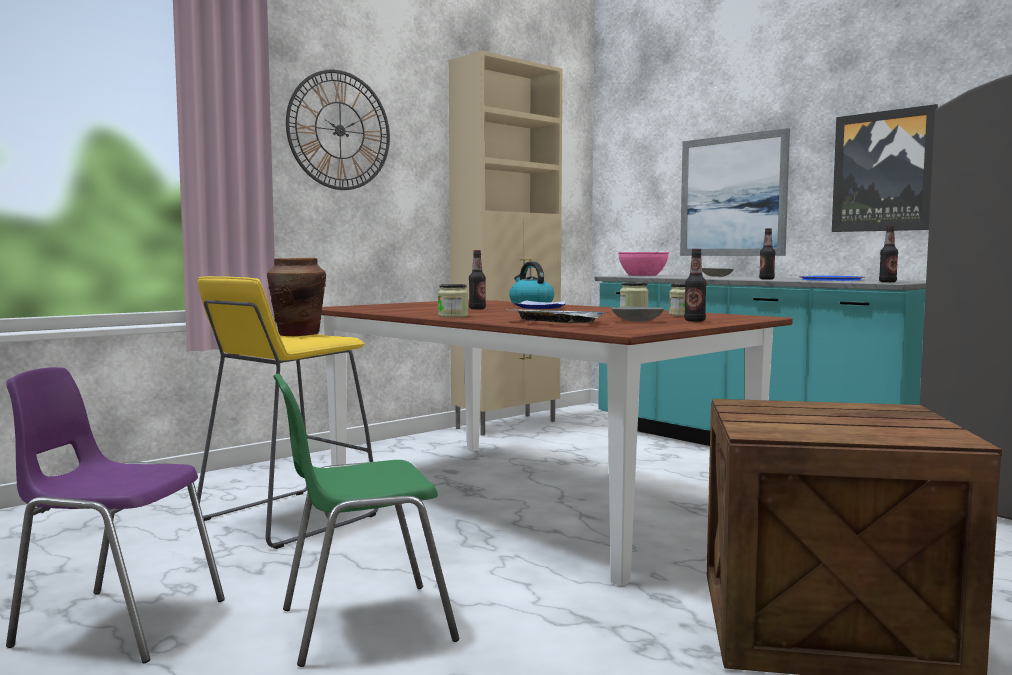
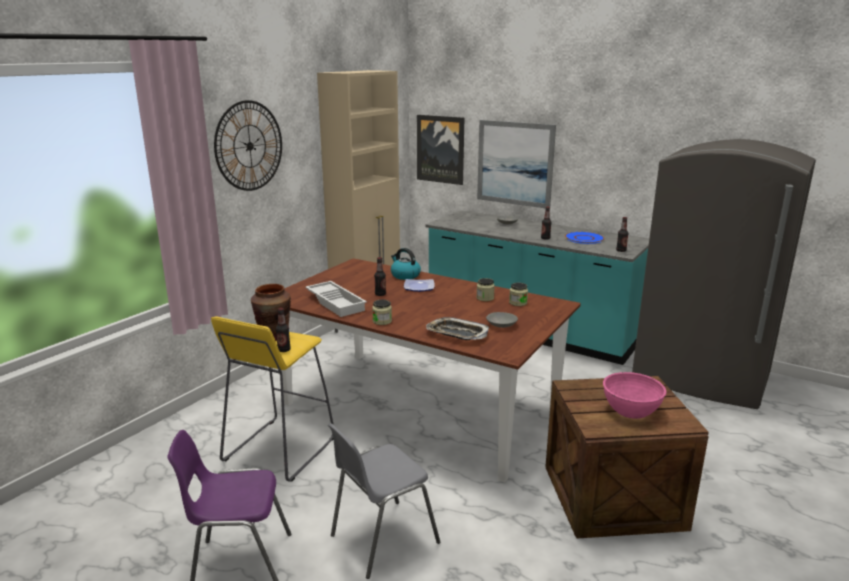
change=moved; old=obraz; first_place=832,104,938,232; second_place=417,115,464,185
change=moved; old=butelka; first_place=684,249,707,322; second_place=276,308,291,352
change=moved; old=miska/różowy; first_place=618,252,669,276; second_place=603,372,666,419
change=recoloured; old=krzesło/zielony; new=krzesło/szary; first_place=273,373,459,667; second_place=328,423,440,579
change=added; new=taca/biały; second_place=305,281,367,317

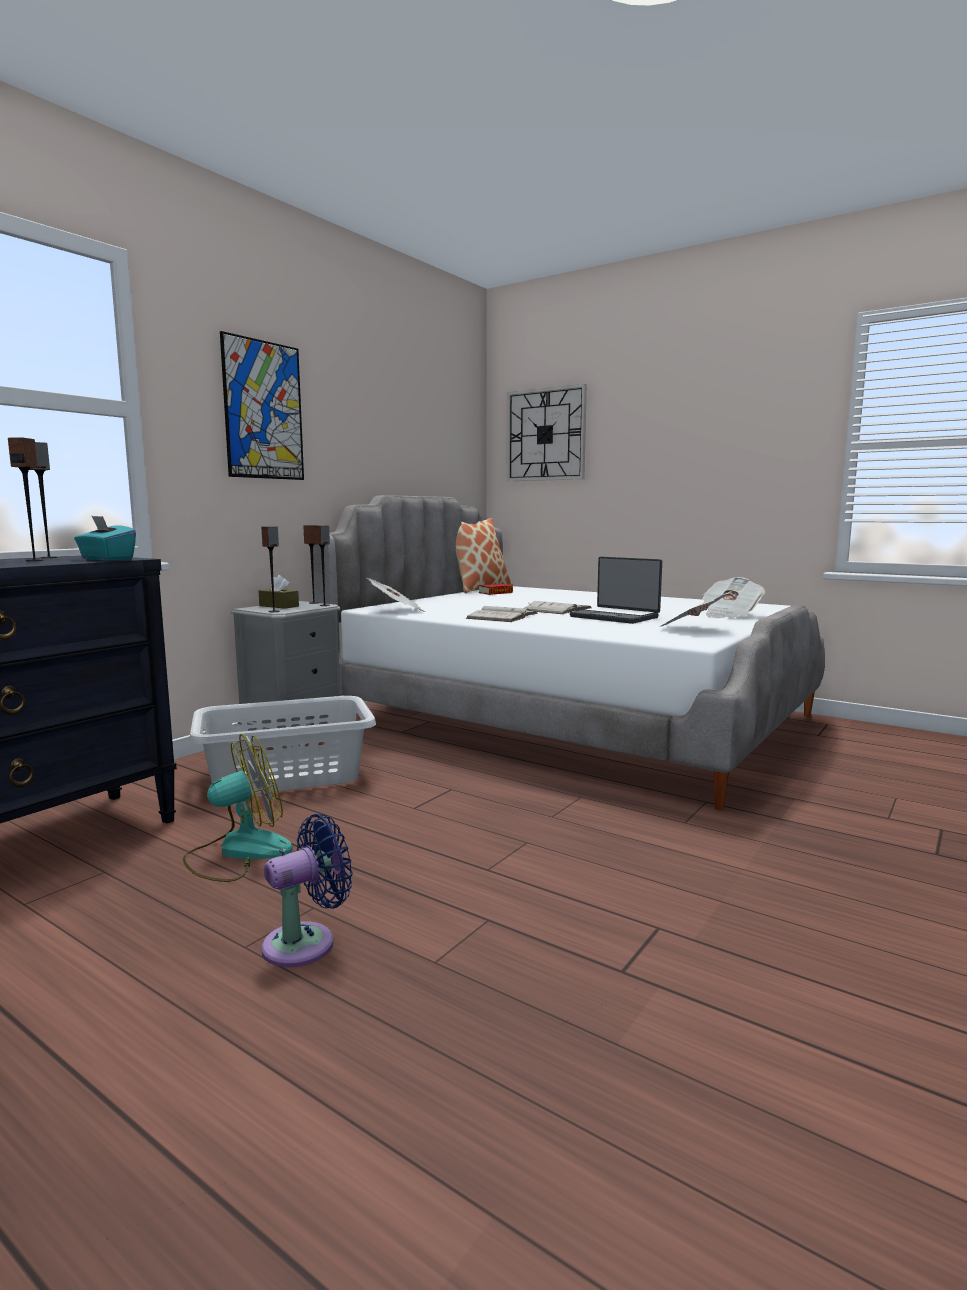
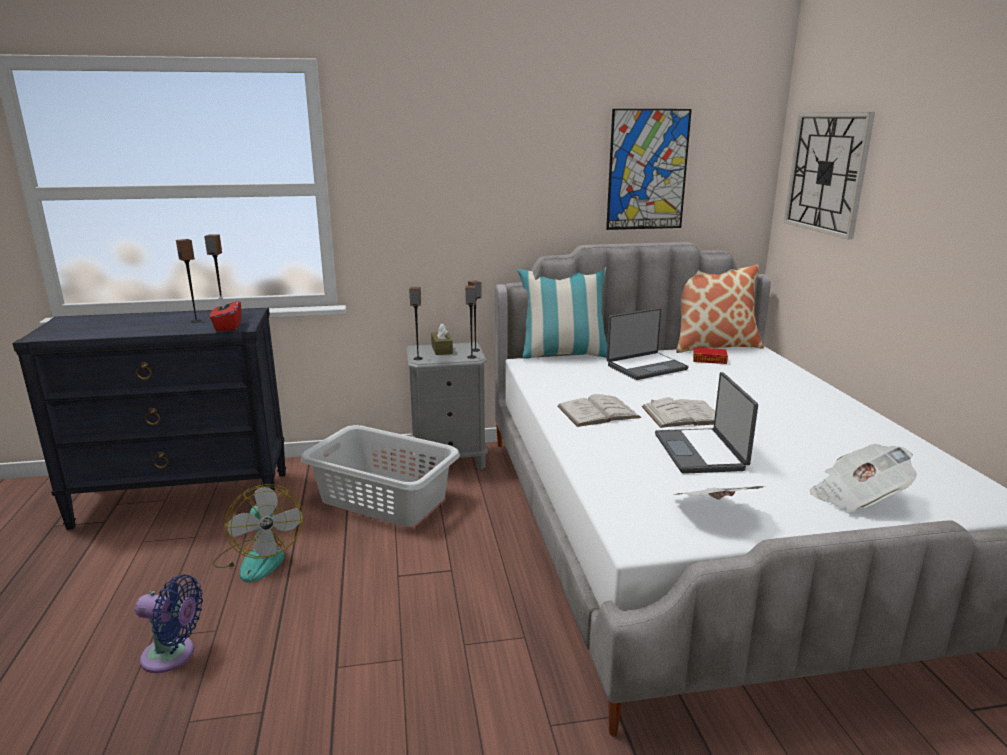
change=moved; old=obraz; first_place=220,331,304,480; second_place=606,109,692,230
change=recoloured; old=pudełko chusteczek/turkusowy; new=pudełko chusteczek/czerwony; first_place=74,516,136,561; second_place=210,295,241,331
change=removed; old=gazeta; first_place=365,577,426,612
change=turned; old=wentylator; first_place=183,734,293,882; second_place=212,484,304,582; degrees=45
change=added; new=poduszka; second_place=517,267,607,359
change=added; new=laptop; second_place=606,308,689,380

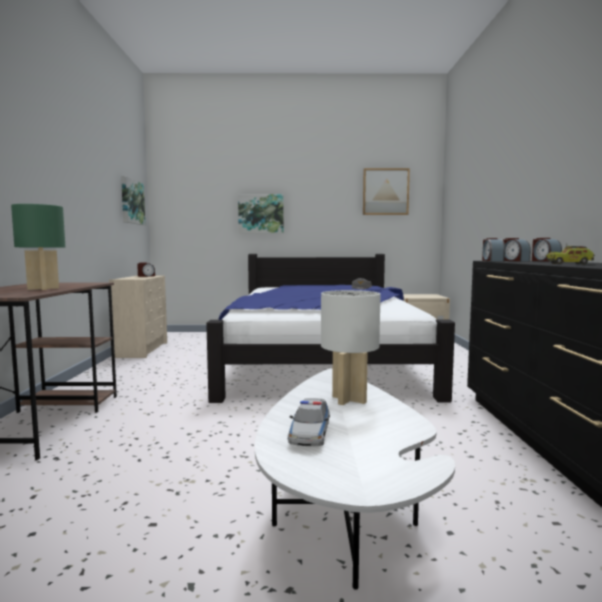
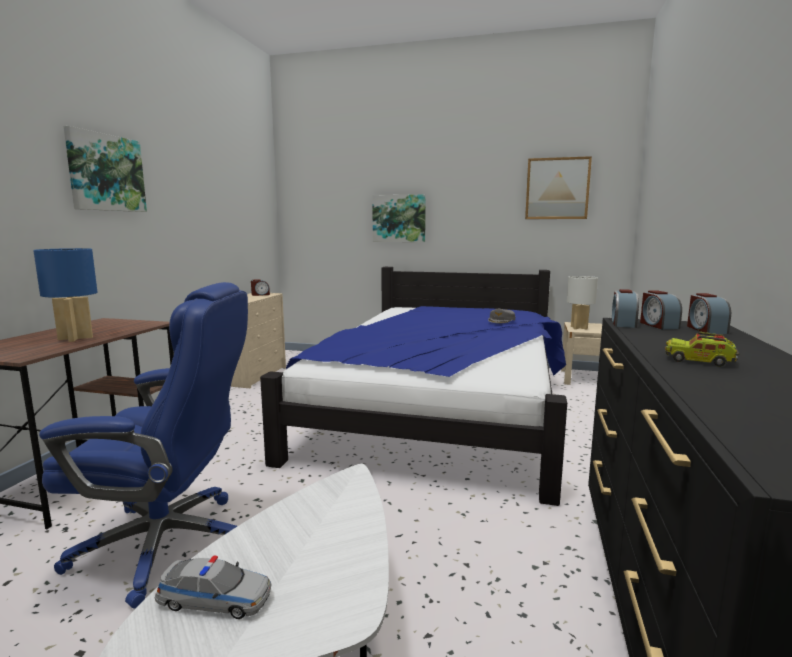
change=moved; old=obraz; first_place=121,176,145,225; second_place=64,126,147,212
change=recoloured; old=lampa stołowa/zielony; new=lampa stołowa/niebieski; first_place=11,204,65,290; second_place=33,248,97,342
change=moved; old=lampa stołowa/biały; first_place=321,290,381,405; second_place=567,276,598,330
change=turned; old=samochodzik; first_place=288,398,330,446; second_place=155,555,272,619; degrees=-105
change=added; new=krzesło biurowe/niebieski; second_place=39,282,248,609

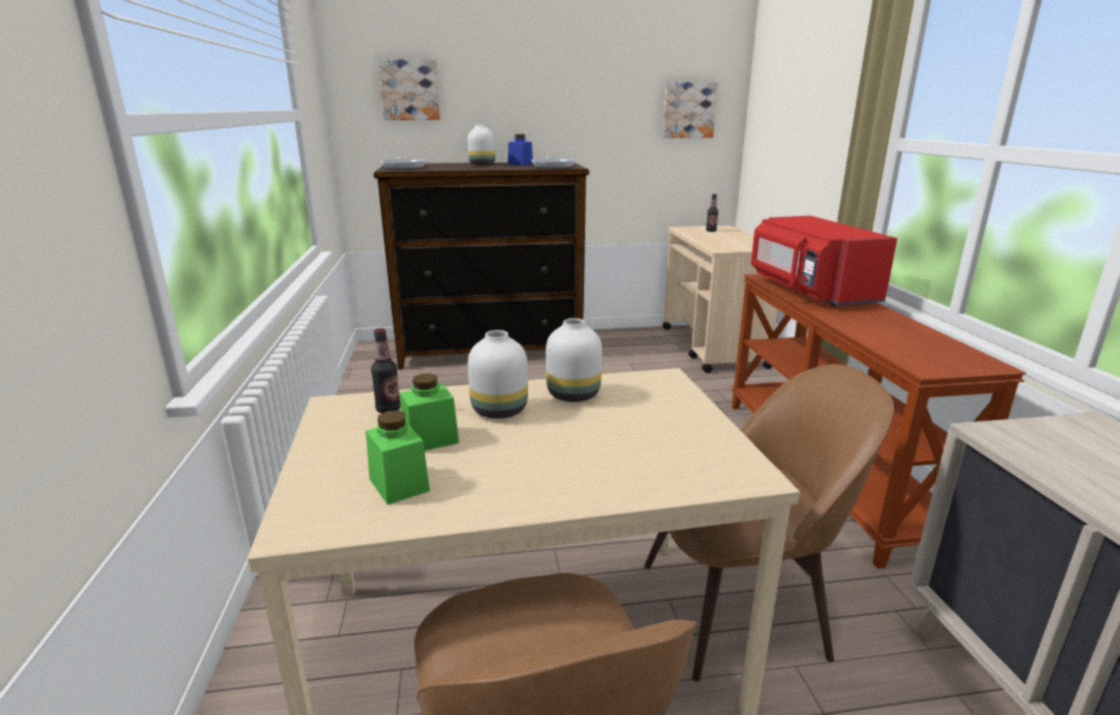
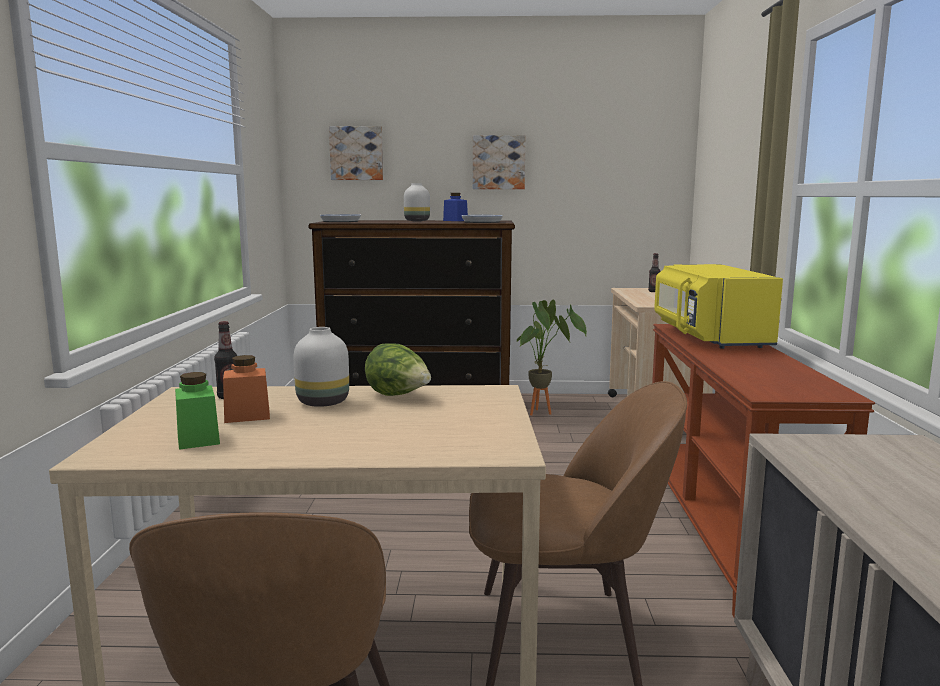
change=moved; old=obraz; first_place=663,82,718,138; second_place=473,135,526,189
change=recoloured; old=mikrofalówka/czerwony; new=mikrofalówka/żółty; first_place=751,216,897,306; second_place=654,264,783,349
change=replaced; old=wazon/biały; new=sałata; first_place=546,318,602,402; second_place=365,343,431,396
change=recoloured; old=słoik/zielony; new=słoik/pomarańczowy; first_place=400,373,459,451; second_place=223,355,270,423
change=added; new=roślina doniczkowa; second_place=517,300,587,415

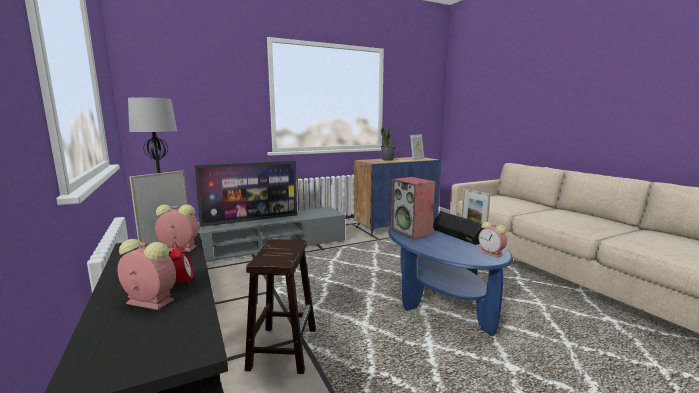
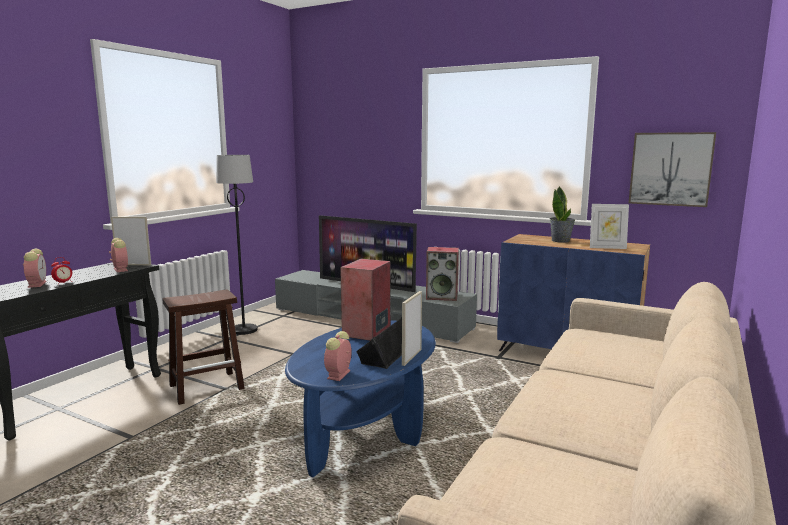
change=added; new=obraz; second_place=629,132,716,207
change=added; new=głośnik; second_place=426,247,459,301

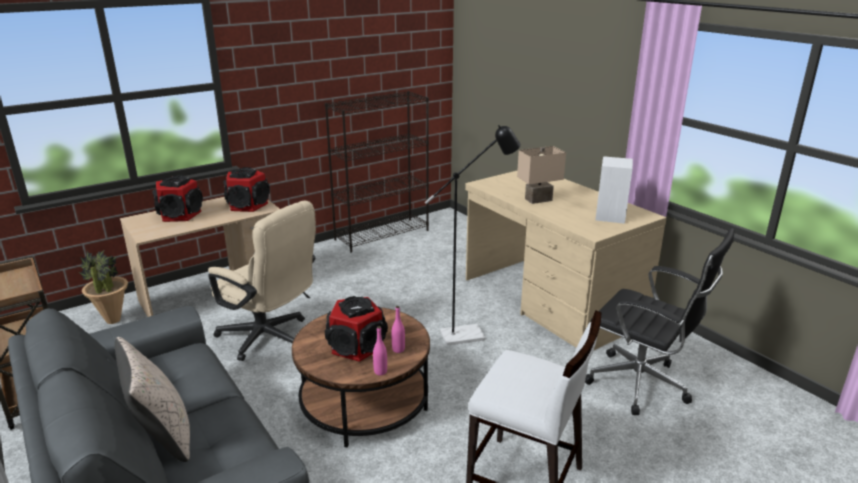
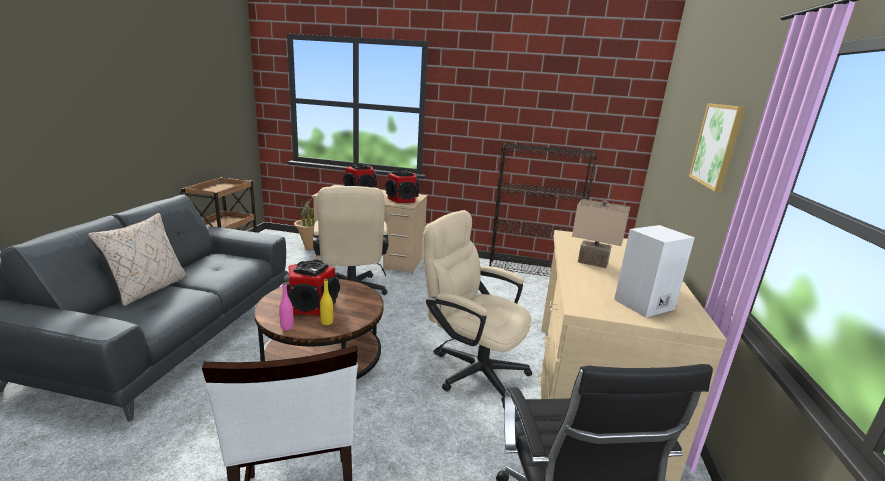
change=replaced; old=lampa stojąca/czarny; new=krzesło biurowe/beżowy; first_place=425,125,521,346; second_place=422,210,532,403
change=recoloured; old=butelka/różowy; new=butelka/żółty; first_place=392,306,405,353; second_place=320,279,333,325
change=added; new=obraz; second_place=689,103,746,192

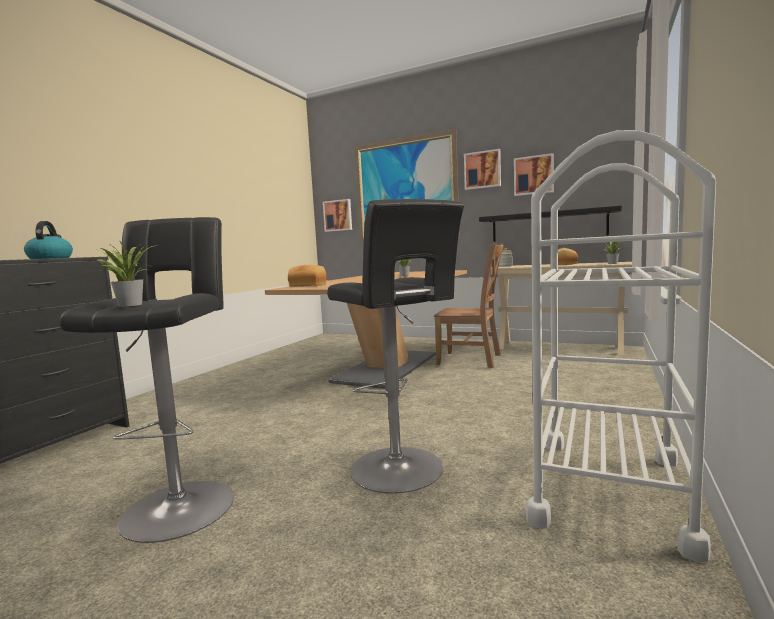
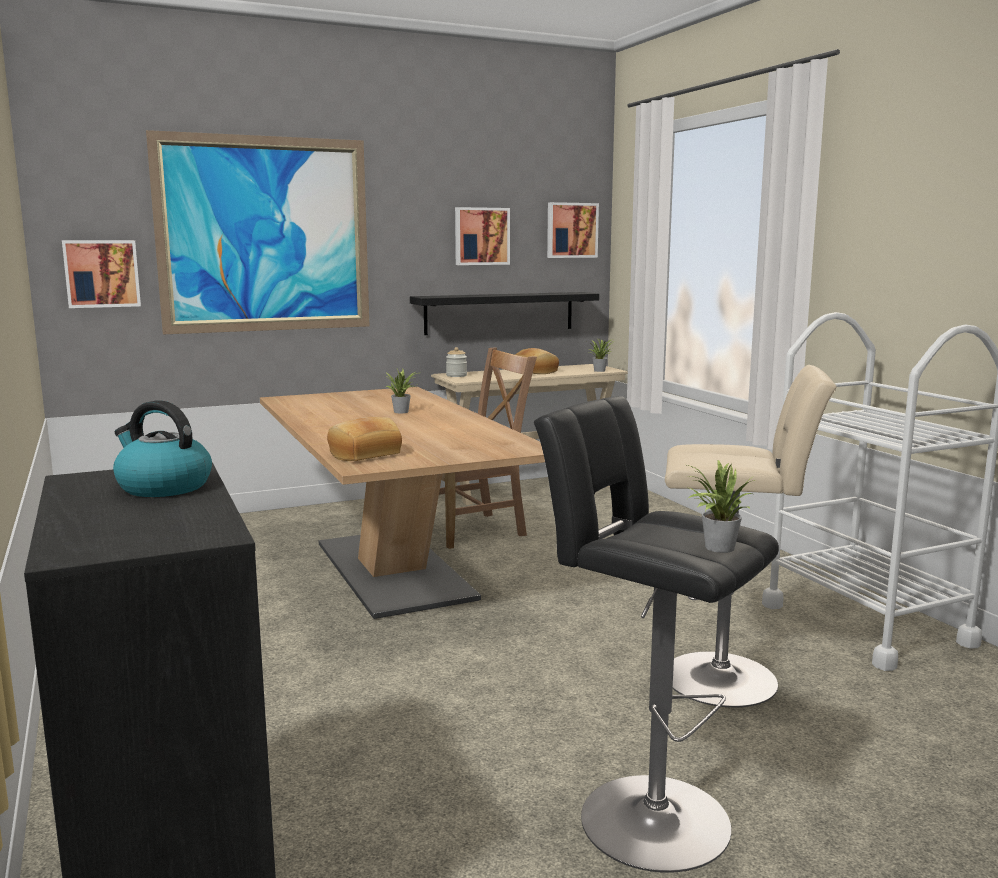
change=moved; old=obraz; first_place=464,149,501,190; second_place=547,202,599,258
change=recoloured; old=stołek/czarny; new=stołek/beżowy; first_place=327,199,464,494; second_place=665,365,837,708

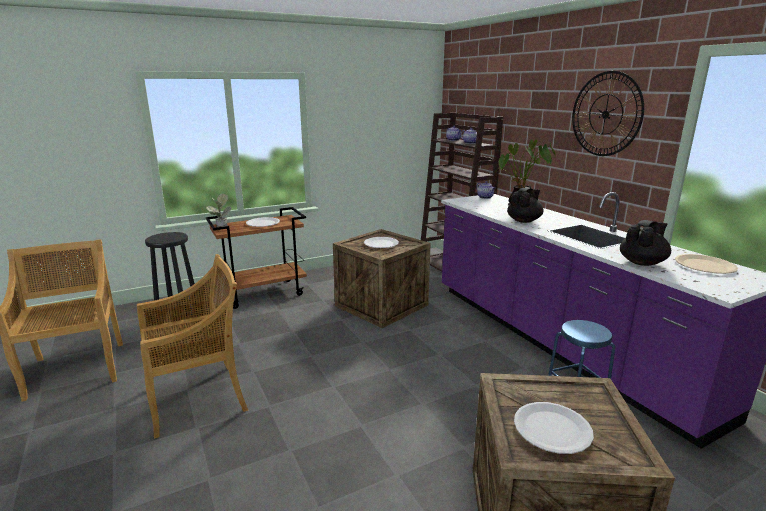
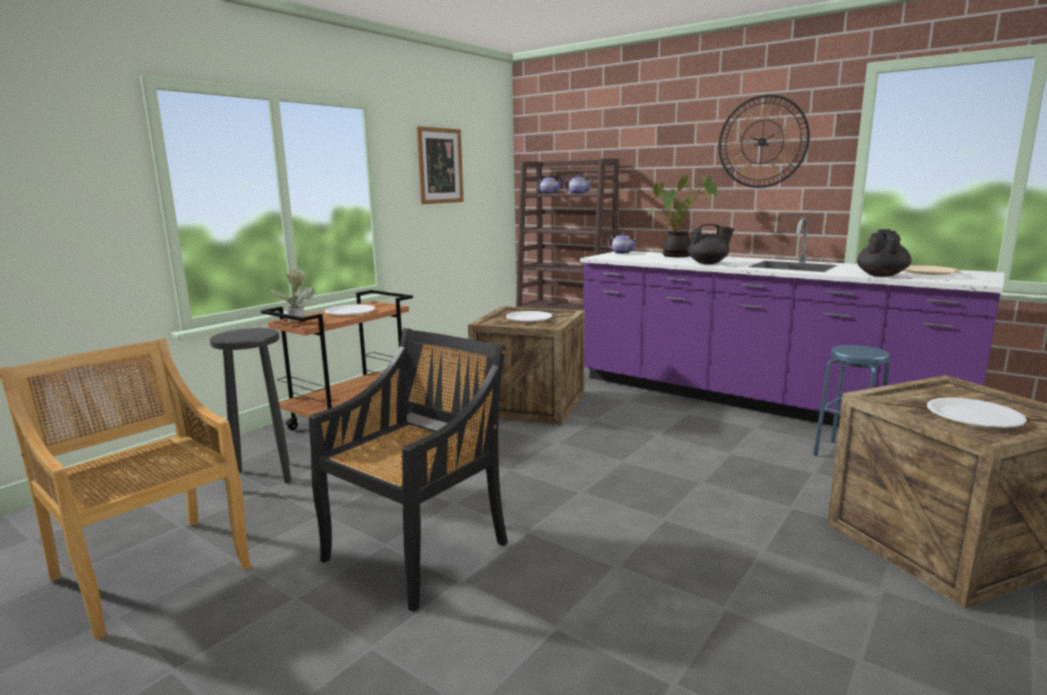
change=turned; old=imbryk/czarny; first_place=507,188,544,223; second_place=688,224,734,264; degrees=75
change=recoloured; old=krzesło/beżowy; new=krzesło/czarny; first_place=137,254,248,439; second_place=309,328,508,612
change=added; new=obraz; second_place=417,126,464,204

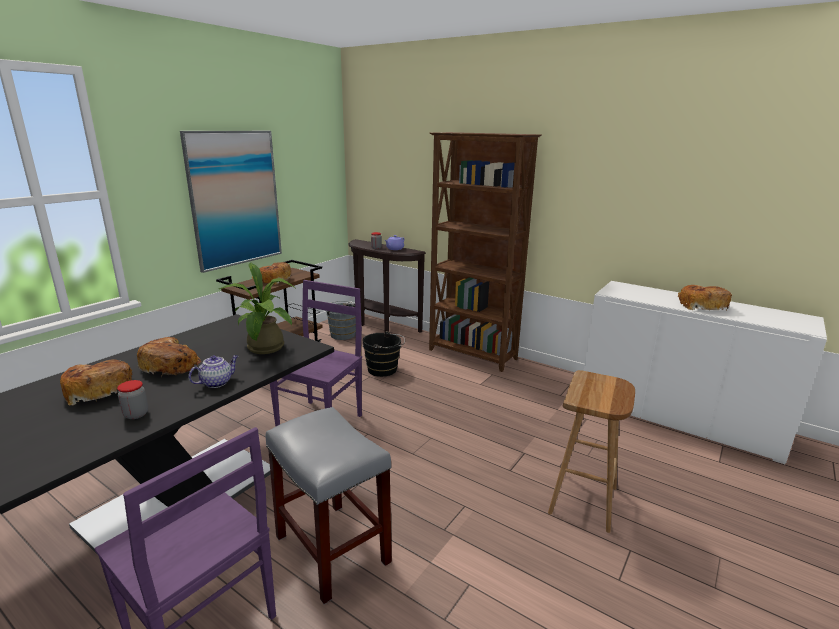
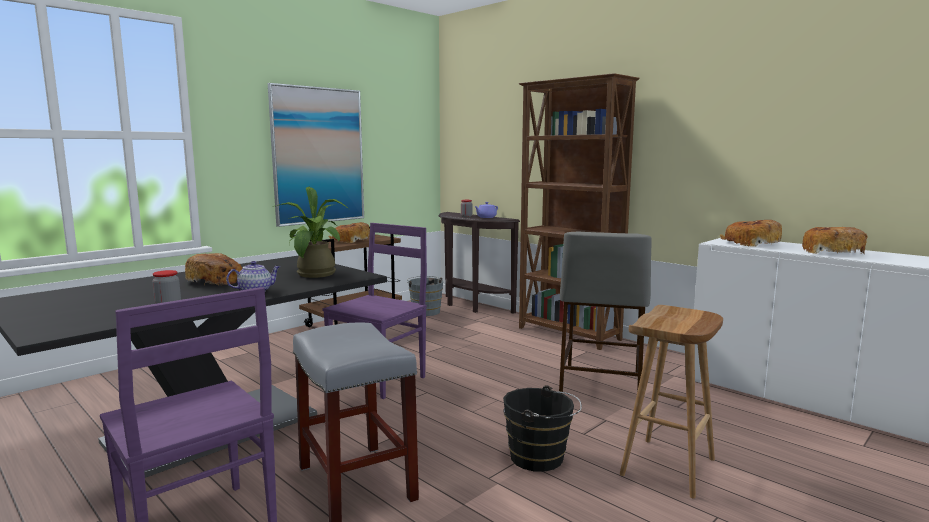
change=moved; old=wiadro/czarny; first_place=363,331,405,377; second_place=503,385,582,472
change=moved; old=chleb; first_place=60,360,132,405; second_place=720,220,782,247
change=added; new=stołek/szary; second_place=559,231,652,394

